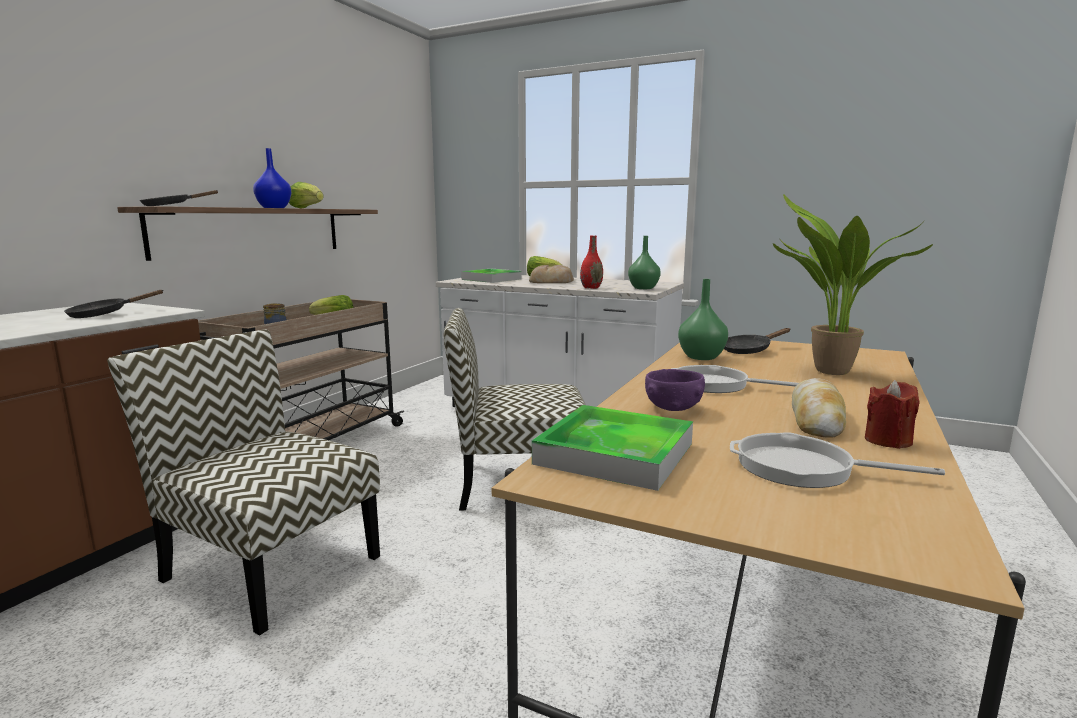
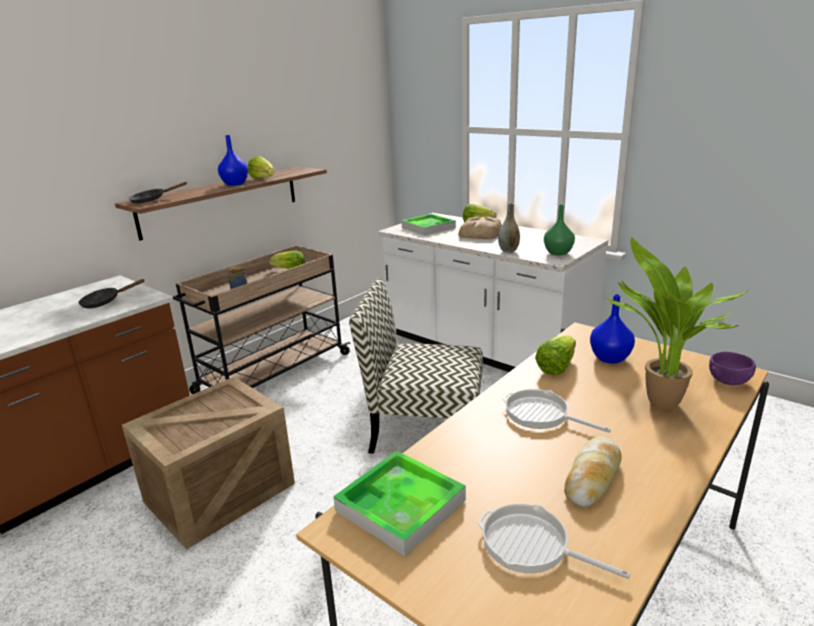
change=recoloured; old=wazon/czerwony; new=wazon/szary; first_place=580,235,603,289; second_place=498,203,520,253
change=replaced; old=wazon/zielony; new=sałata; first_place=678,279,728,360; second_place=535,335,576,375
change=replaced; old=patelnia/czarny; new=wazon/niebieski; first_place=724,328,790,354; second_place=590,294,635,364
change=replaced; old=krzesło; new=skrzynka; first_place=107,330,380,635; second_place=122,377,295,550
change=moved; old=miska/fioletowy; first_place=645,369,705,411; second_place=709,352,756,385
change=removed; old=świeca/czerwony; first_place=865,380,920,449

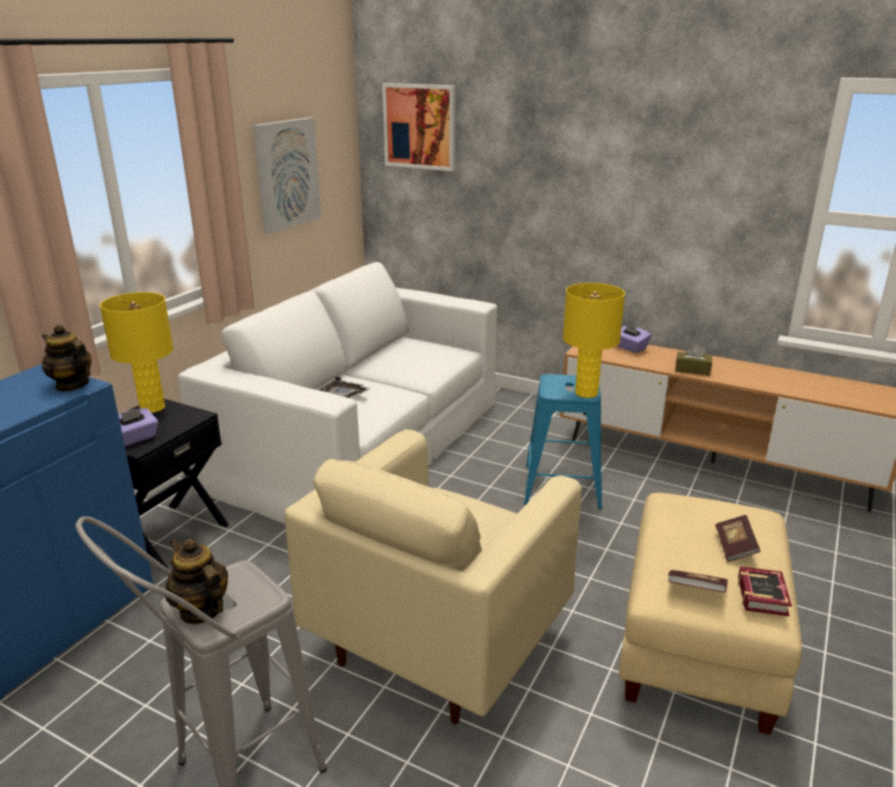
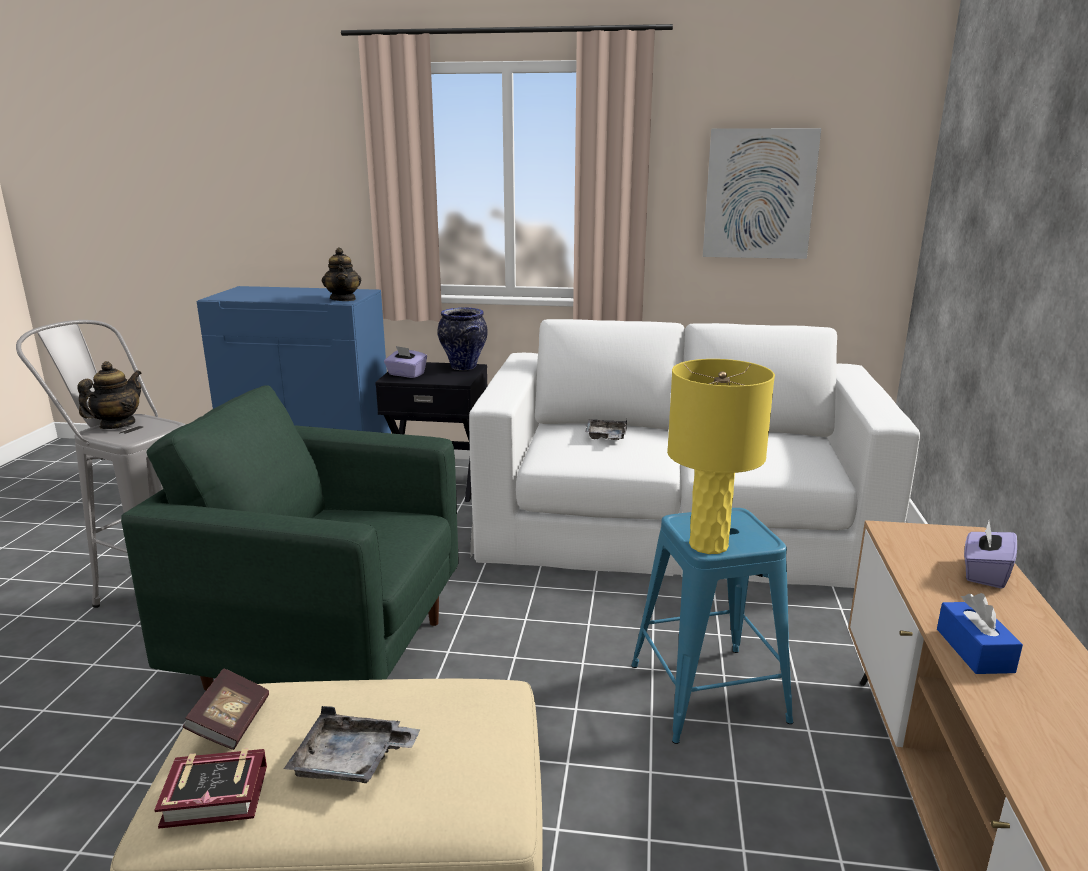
change=removed; old=obraz; first_place=382,83,455,171
change=replaced; old=lampa stołowa/żółty; new=wazon; first_place=100,292,173,413; second_place=438,307,488,370
change=turned; old=imbryk; first_place=42,325,92,392; second_place=322,247,361,301; degrees=150
change=recoloured; old=pudełko chusteczek/brązowy; new=pudełko chusteczek/niebieski; first_place=675,344,712,376; second_place=937,593,1023,674
change=recoloured; old=fotel/beżowy; new=fotel/zielony; first_place=284,429,582,724; second_place=121,386,458,690
change=replaced; old=książka; new=taca/szary; first_place=715,515,761,562; second_place=284,706,420,783

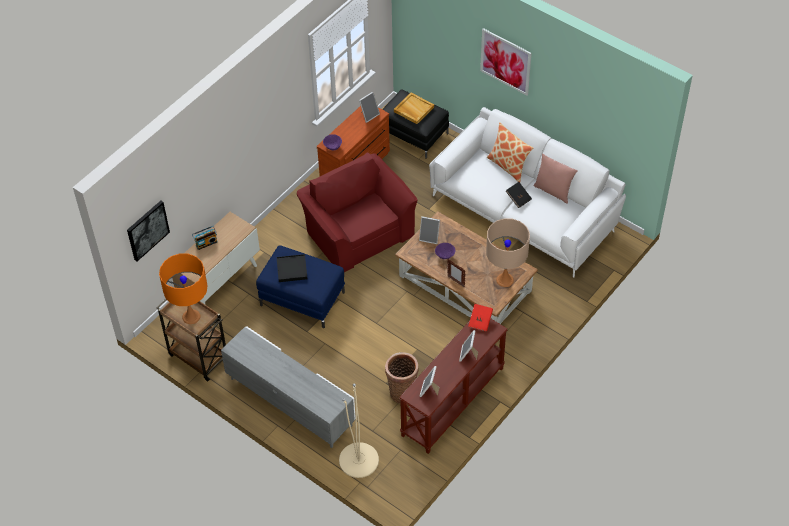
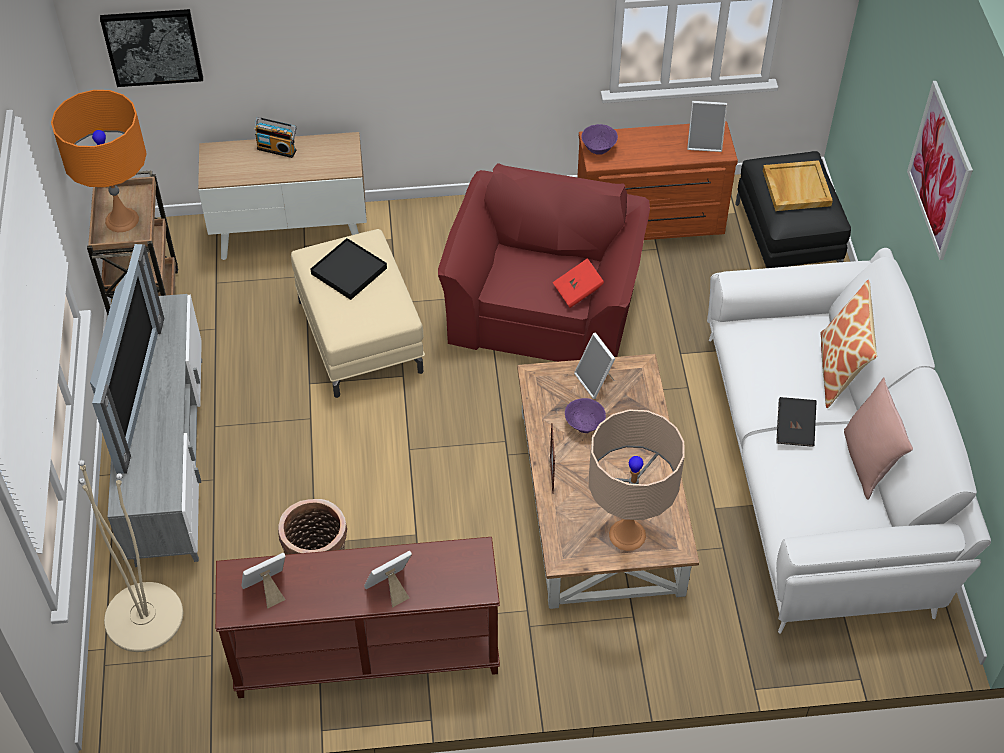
change=recoloured; old=pufa/niebieski; new=pufa/beżowy; first_place=256,245,345,328; second_place=291,229,425,398
change=moved; old=książka/czerwony; first_place=469,304,493,331; second_place=553,258,604,308
change=added; new=telewizor; second_place=90,244,164,474

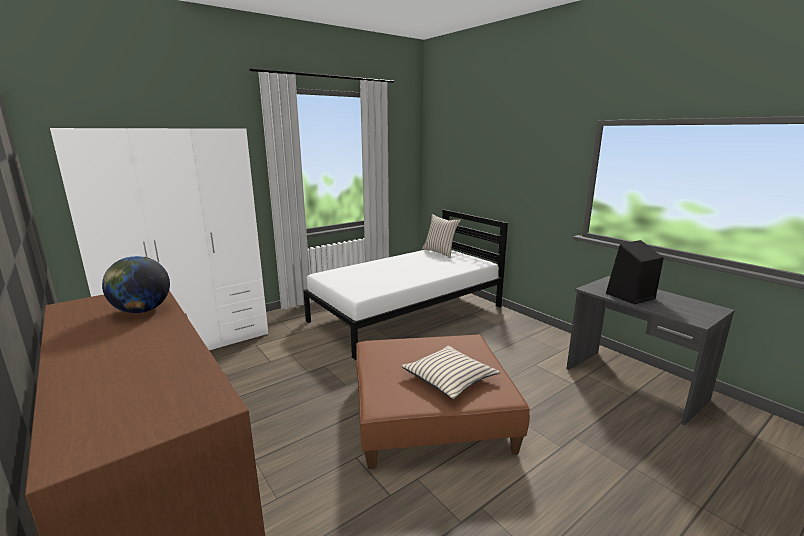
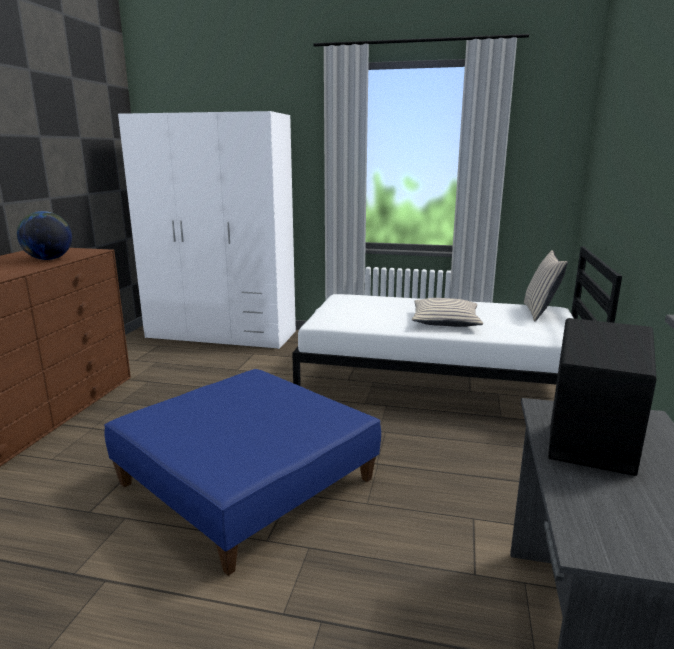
change=recoloured; old=pufa/brązowy; new=pufa/niebieski; first_place=356,335,530,469; second_place=104,369,381,576
change=moved; old=poduszka/beżowy; first_place=401,346,500,399; second_place=412,298,483,327

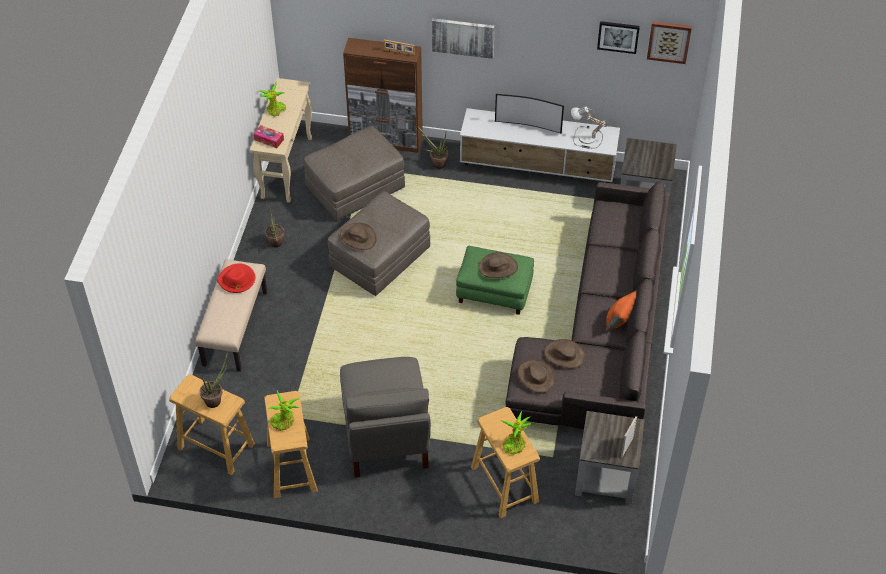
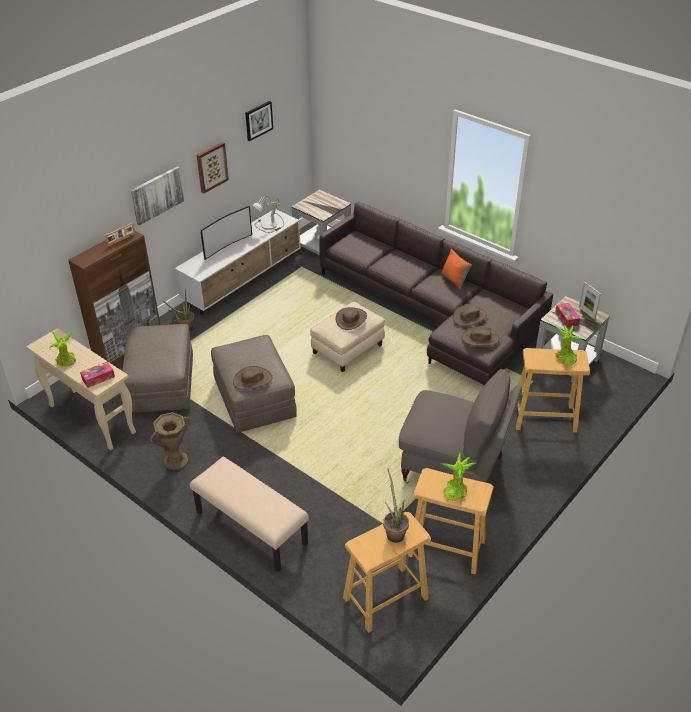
change=moved; old=obraz; first_place=647,21,692,64; second_place=197,142,229,194
change=replaced; old=roślina doniczkowa; new=wazon/brązowy; first_place=265,206,284,247; second_place=150,412,190,471
change=recoloured; old=pufa/zielony; new=pufa/beżowy; first_place=456,246,534,315; second_place=310,301,385,372
change=removed; old=kapelusz/czerwony; first_place=217,263,255,293
change=added; new=pudełko chusteczek; second_place=555,303,580,327

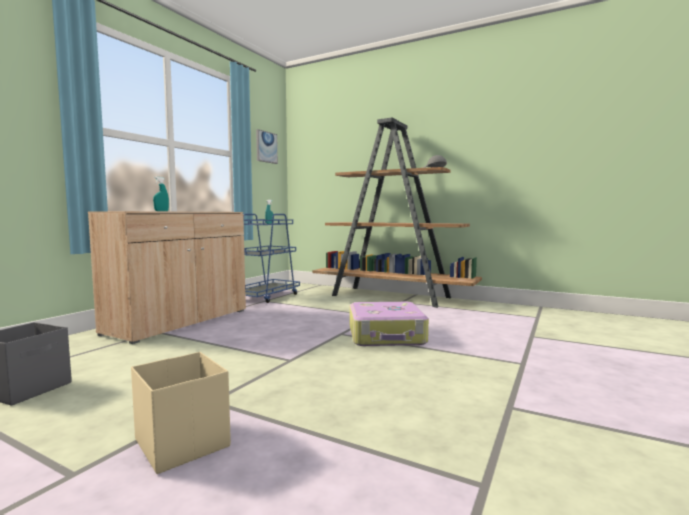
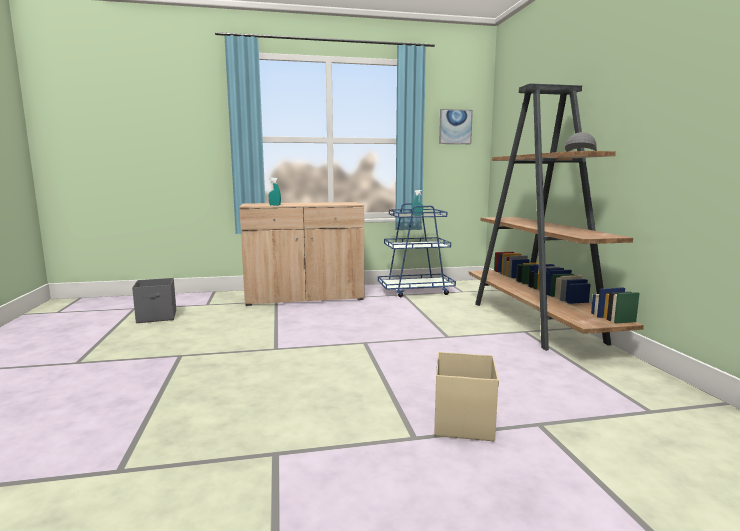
change=removed; old=walizka; first_place=350,302,429,346
change=moved; old=pojemnik do przechowywania/beżowy; first_place=131,352,231,474; second_place=435,352,499,441

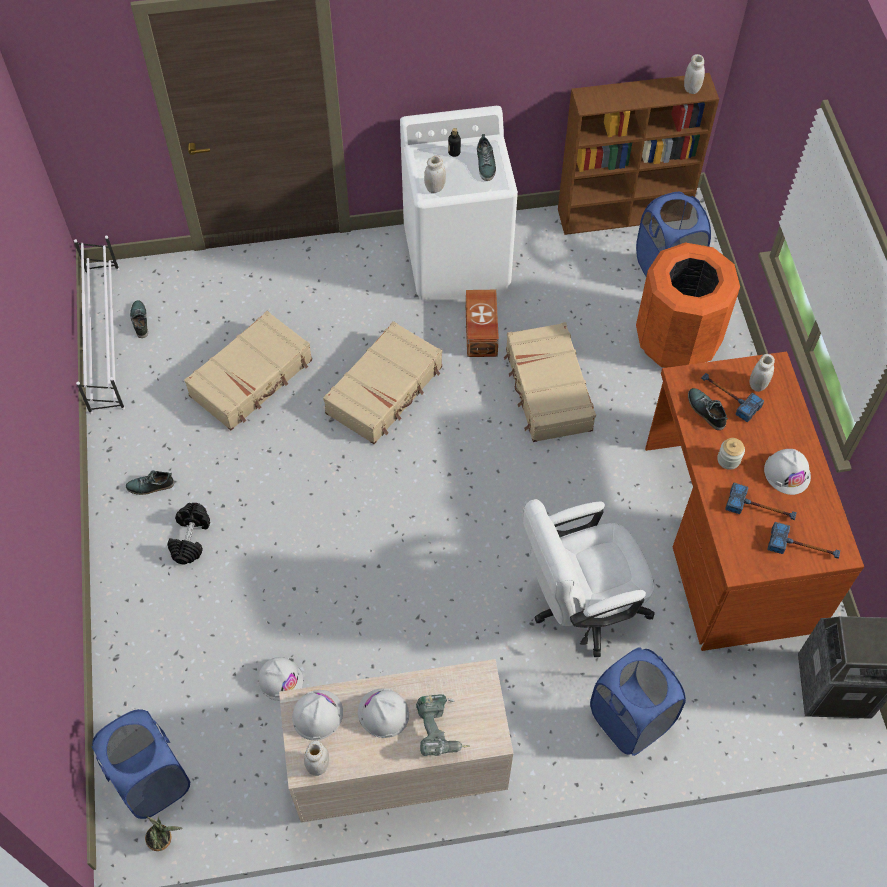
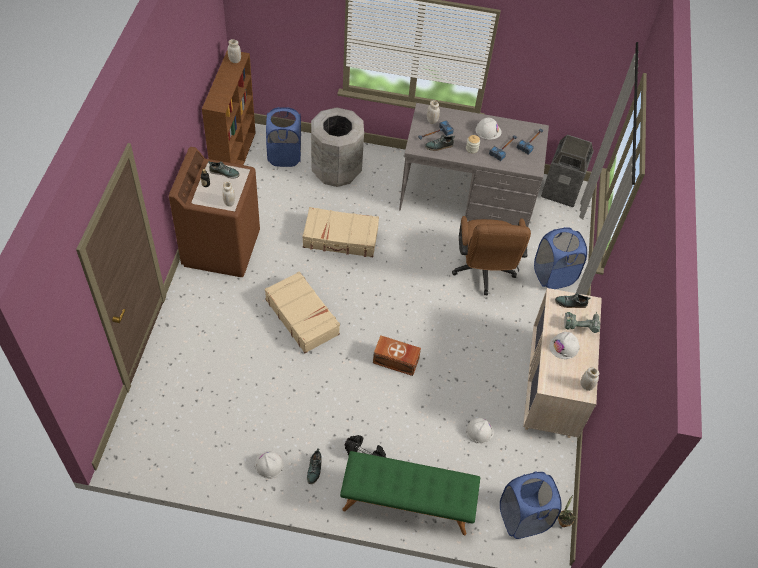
change=recoloured; old=pralka/biały; new=pralka/brązowy; first_place=400,106,518,300; second_place=169,147,260,277
change=removed; old=regał na buty/biały; first_place=74,236,125,414
change=recoloured; old=kosz na śmieci/pomarańczowy; new=kosz na śmieci/szary; first_place=636,243,740,368; second_place=311,107,364,187
change=moved; old=pojemnik do przechowywania/brązowy; first_place=466,290,499,357; second_place=373,336,421,376
change=moved; old=but; first_place=130,300,148,338; second_place=555,293,591,308
change=removed; old=walizka/beżowy; first_place=184,311,312,431
change=recoloured; old=biurko/brązowy; new=biurko/szary; first_place=645,352,864,651; second_place=399,103,549,227
change=recoloured; old=krzesło biurowe/biały; new=krzesło biurowe/brązowy; first_place=522,499,655,657; second_place=452,216,531,295
change=moved; old=kask/biały; first_place=292,690,343,740; second_place=255,451,284,479
change=added; new=ławka/zielony; second_place=340,451,480,535

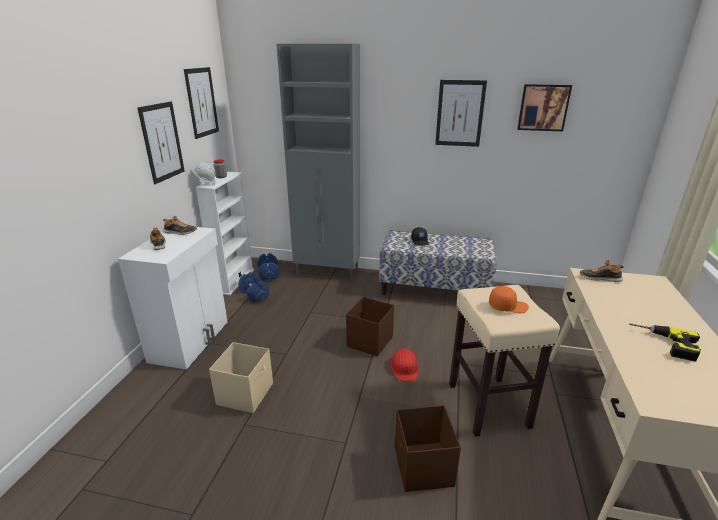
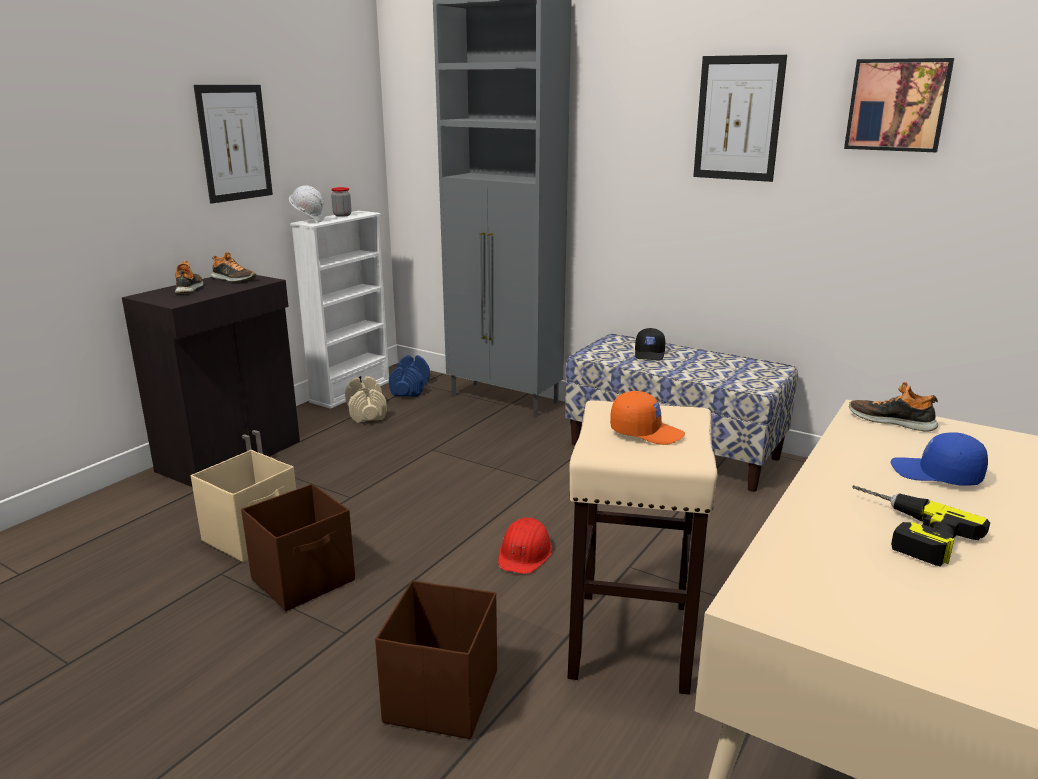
change=removed; old=obraz; first_place=184,67,219,139
change=recoloured; old=szafka/biały; new=szafka/czarny; first_place=118,227,228,370; second_place=122,275,300,487
change=recoloured; old=hantel/niebieski; new=hantel/beżowy; first_place=238,272,269,302; second_place=345,376,387,423
change=moved; old=pojemnik do przechowywania/brązowy; first_place=346,297,394,356; second_place=241,484,355,611
change=added; new=czapka z daszkiem/niebieski; second_place=891,432,988,486

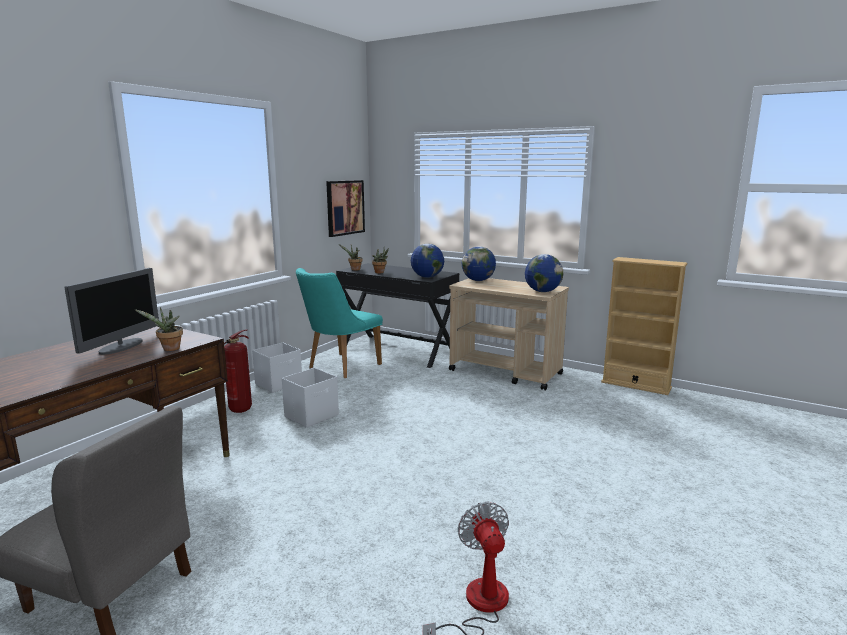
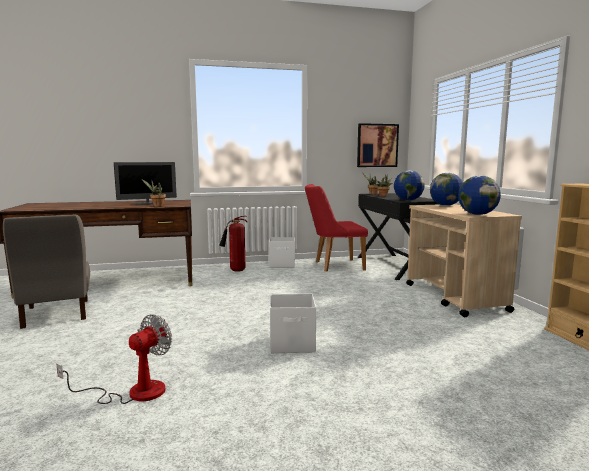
change=recoloured; old=krzesło/turkusowy; new=krzesło/czerwony; first_place=296,268,383,378; second_place=305,184,368,272
change=moved; old=pojemnik do przechowywania/biały; first_place=282,368,339,428; second_place=270,294,316,353

